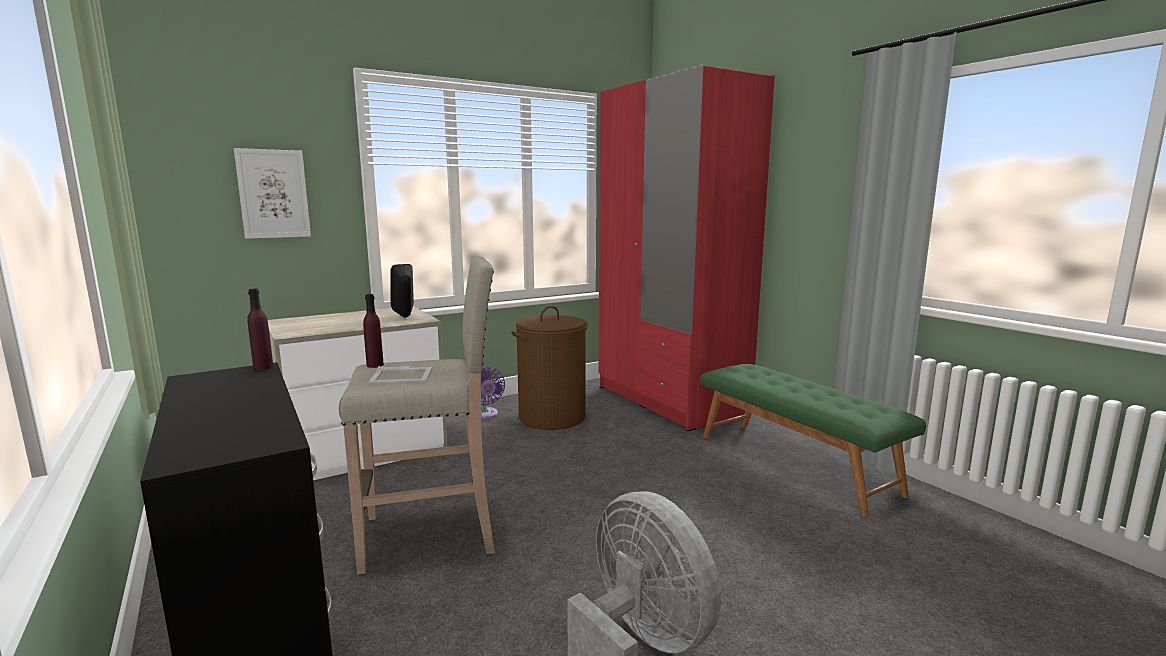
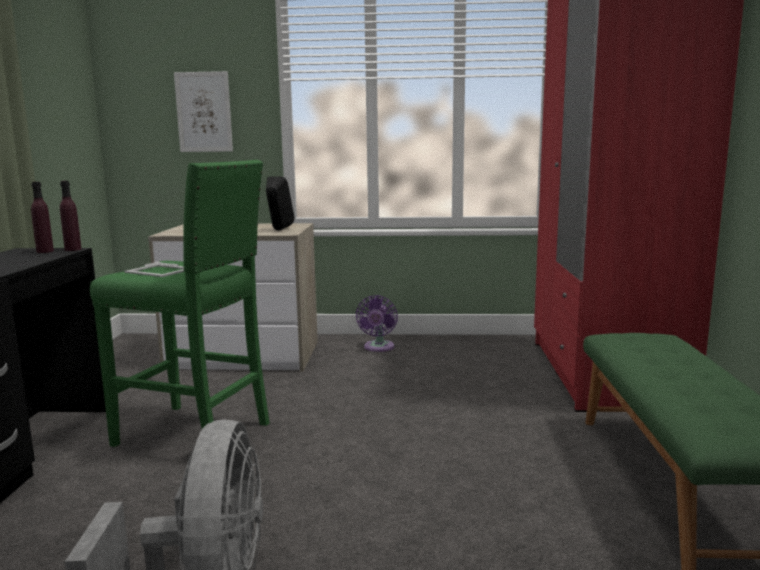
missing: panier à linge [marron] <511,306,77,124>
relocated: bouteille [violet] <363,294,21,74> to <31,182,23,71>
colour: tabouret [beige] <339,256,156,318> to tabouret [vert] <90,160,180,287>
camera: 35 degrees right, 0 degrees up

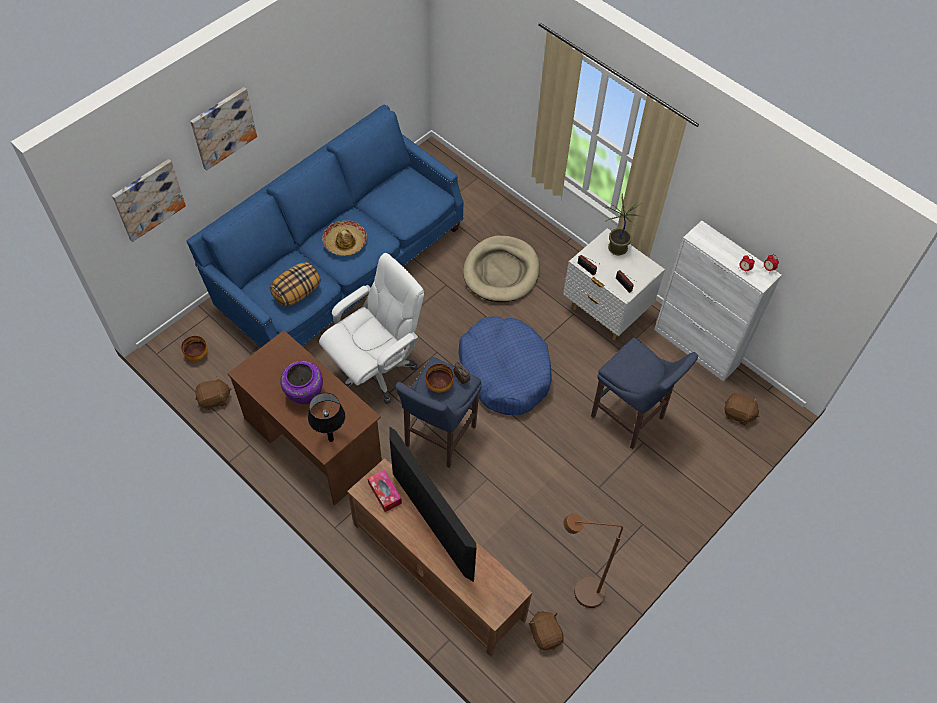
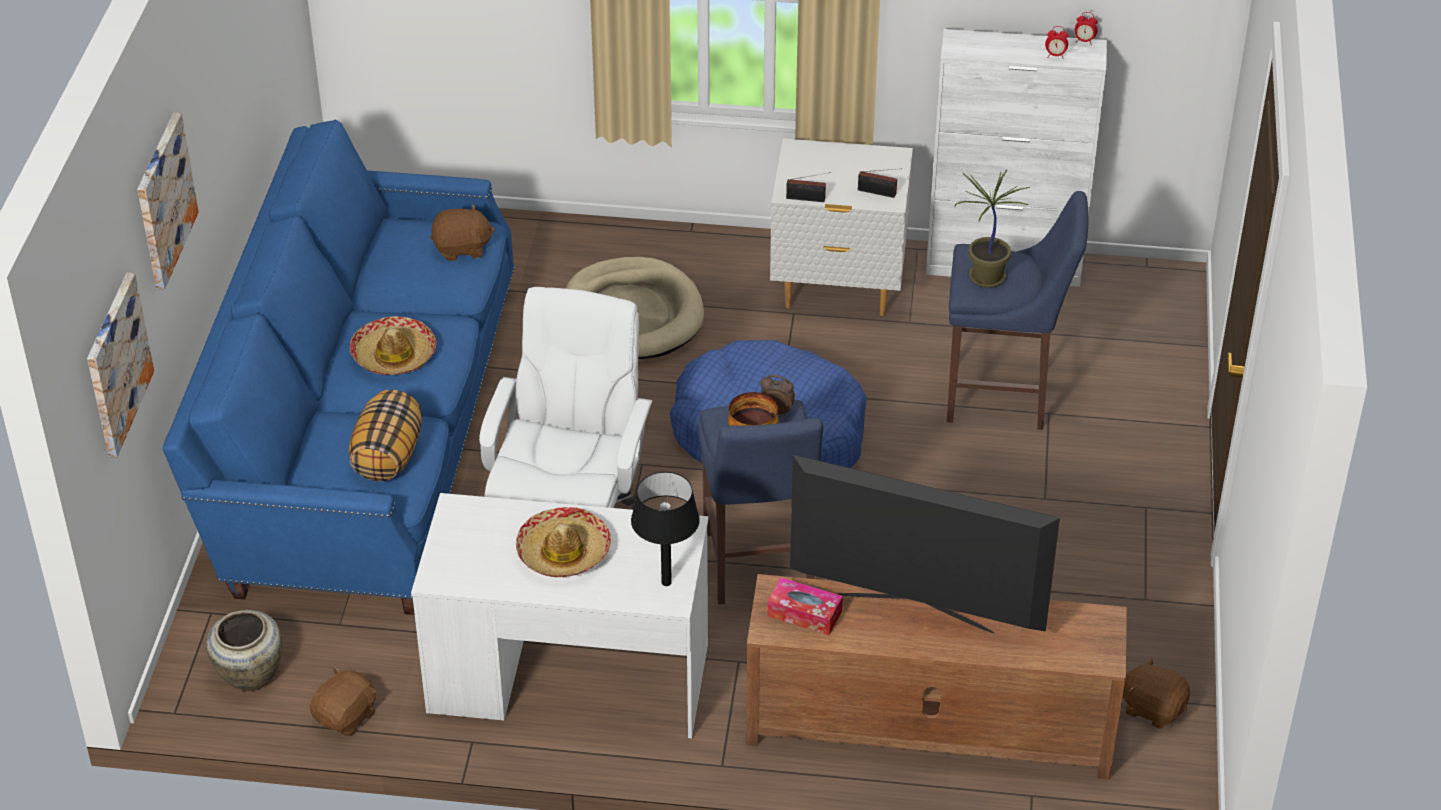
missing: lampadaire [marron] <563,513,60,95>
relocated: plante en pot <604,193,42,62> to <955,169,75,119>; peluche [marron] <724,393,36,32> to <430,204,65,57>
exchanged: bol <181,336,27,25> to vase [beige] <206,610,77,81>; vase [violet] <280,361,43,43> to chapeau <516,507,95,70>
colour: bureau [marron] <227,330,155,175> to bureau [blanc] <411,493,297,245>
camera: 35 degrees left, 15 degrees down

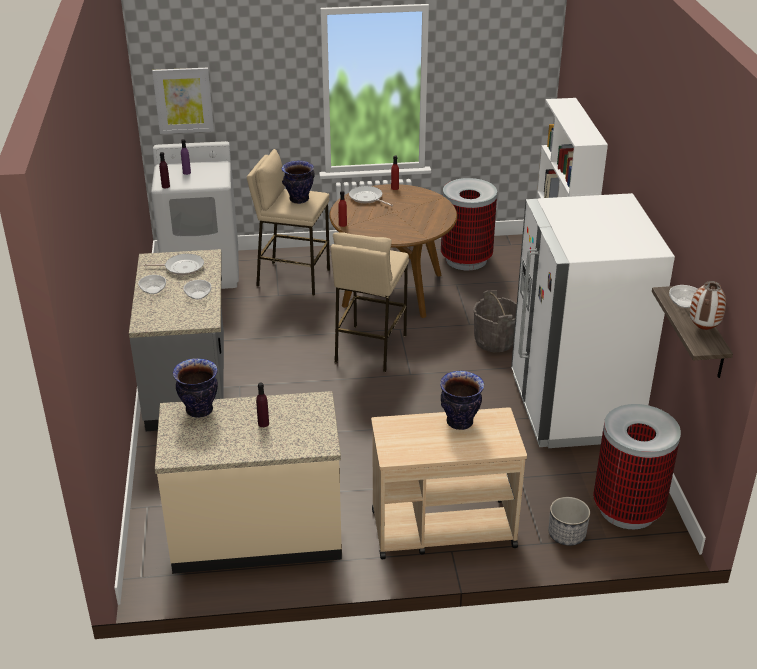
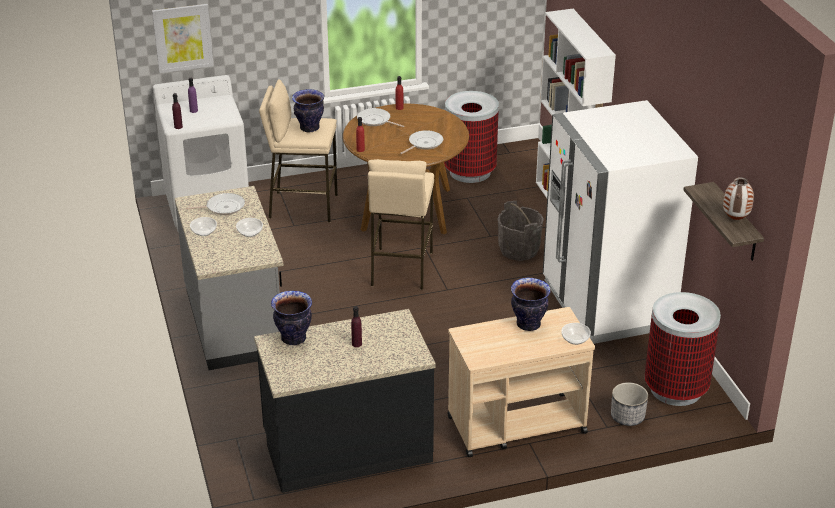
appeared: poêle <400,130,43,24>
relocated: bol <669,285,29,23> to <561,323,30,22>
colour: comptoir de cuisine [beige] <155,391,187,183> to comptoir de cuisine [noir] <254,309,182,184>
camera: 10 degrees left, 0 degrees up

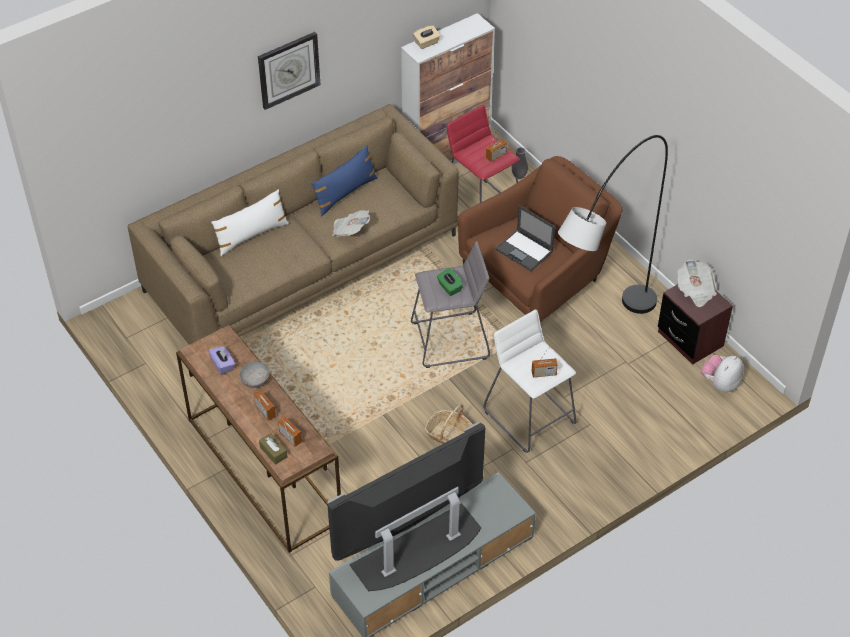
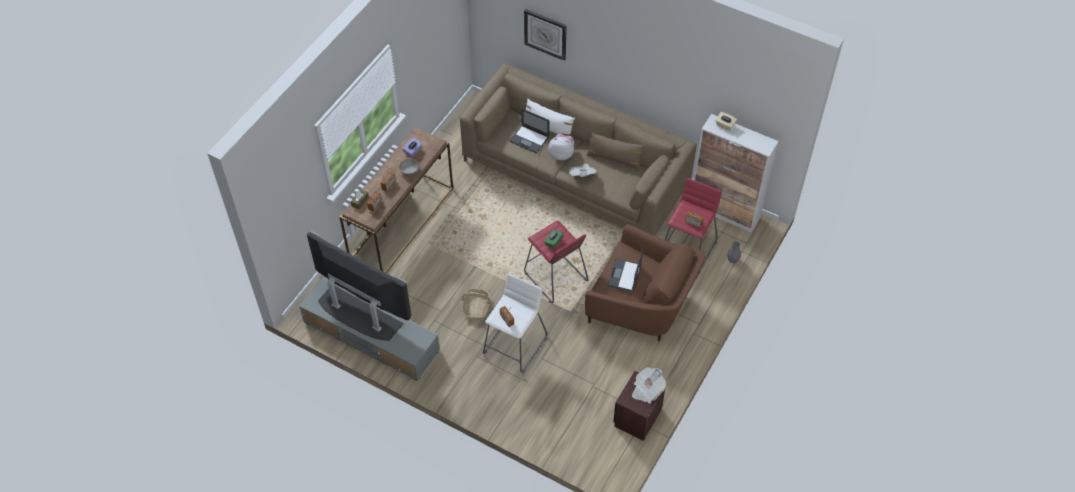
missing: lampadaire [noir] <558,135,110,179>
appeared: ordinateur portable <510,109,39,44>
relocated: horloge murale <258,32,62,78> to <524,9,43,52>; peluche <701,355,43,37> to <548,134,26,26>
colour: coussin [bleu] <311,145,67,71> to coussin [marron] <586,132,58,38>; tabouret [gris] <411,241,79,127> to tabouret [rouge] <524,221,65,82>
camera: 65 degrees right, 5 degrees up

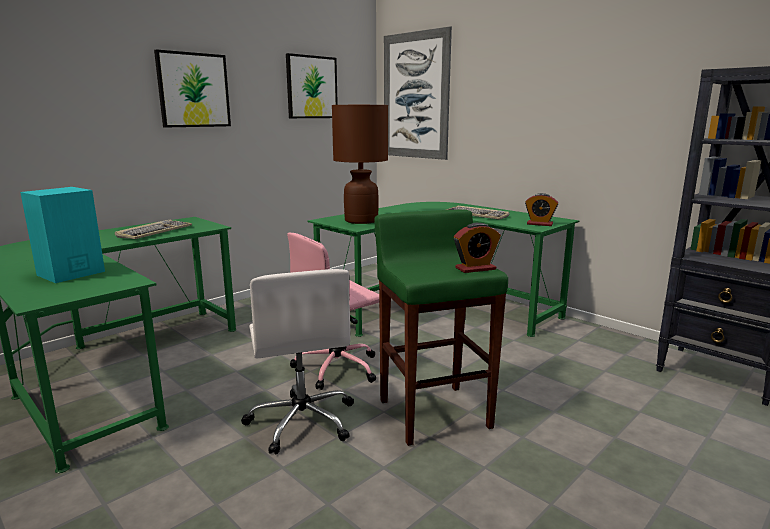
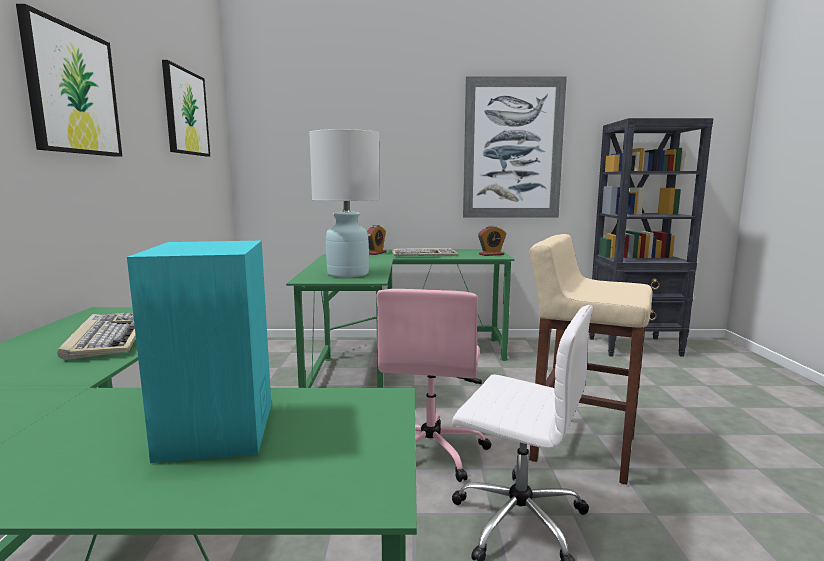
relocated: tableau <384,26,68,134> to <463,76,104,141>; réveil <454,223,47,50> to <367,225,20,30>
colour: lampe de table [marron] <332,105,56,119> to lampe de table [blanc] <309,129,71,149>; tabouret [vert] <374,209,134,237> to tabouret [beige] <529,234,124,251>
camera: 45 degrees left, 5 degrees down

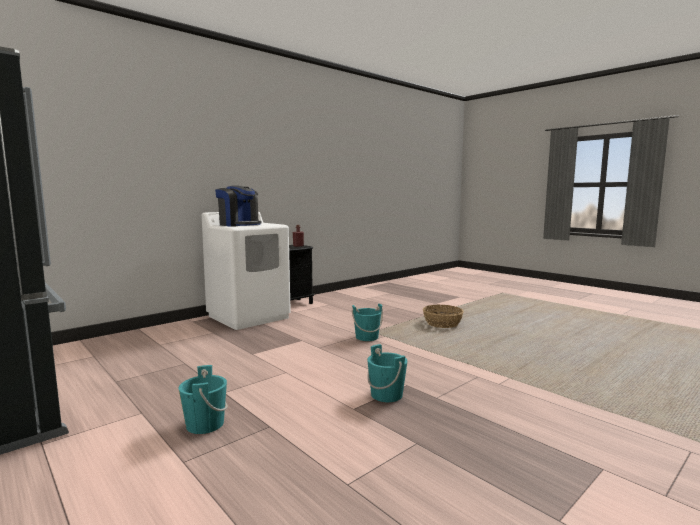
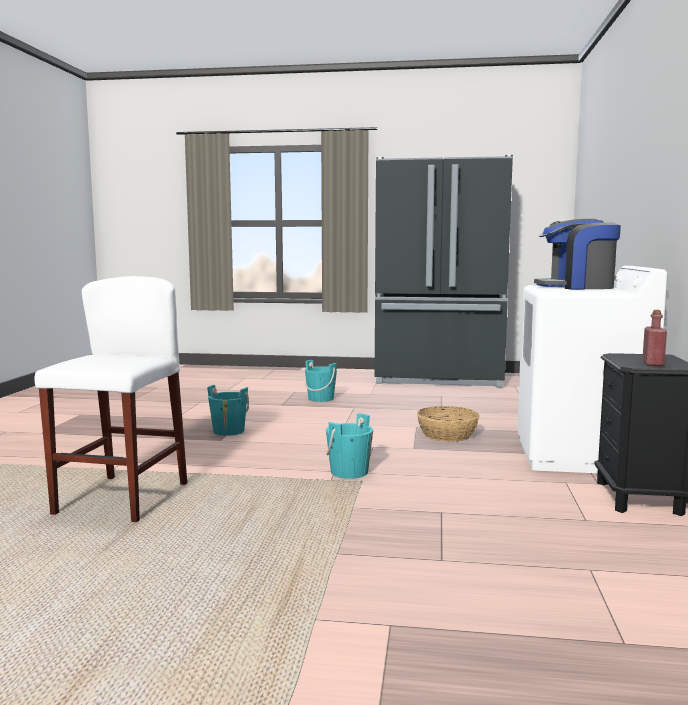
appeared: tabouret [blanc] <34,276,153,246>
relocated: panier <423,305,41,23> to <417,406,63,36>
camera: 140 degrees right, 0 degrees up

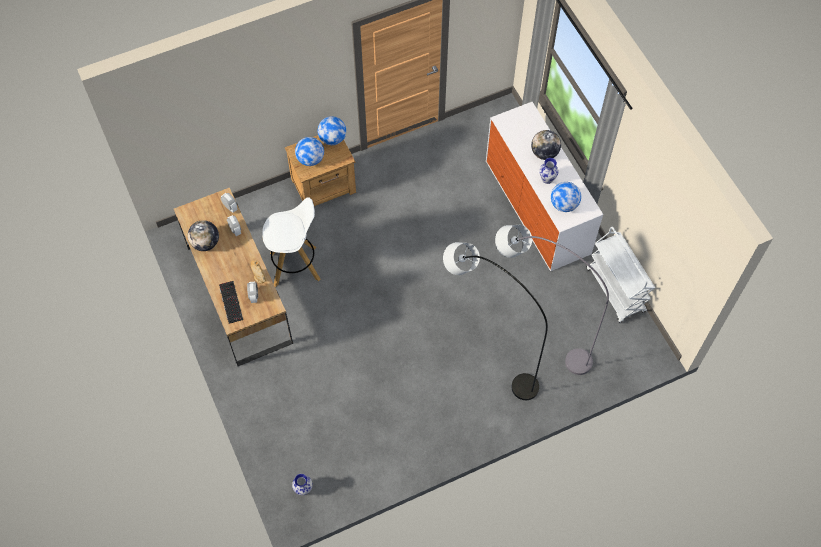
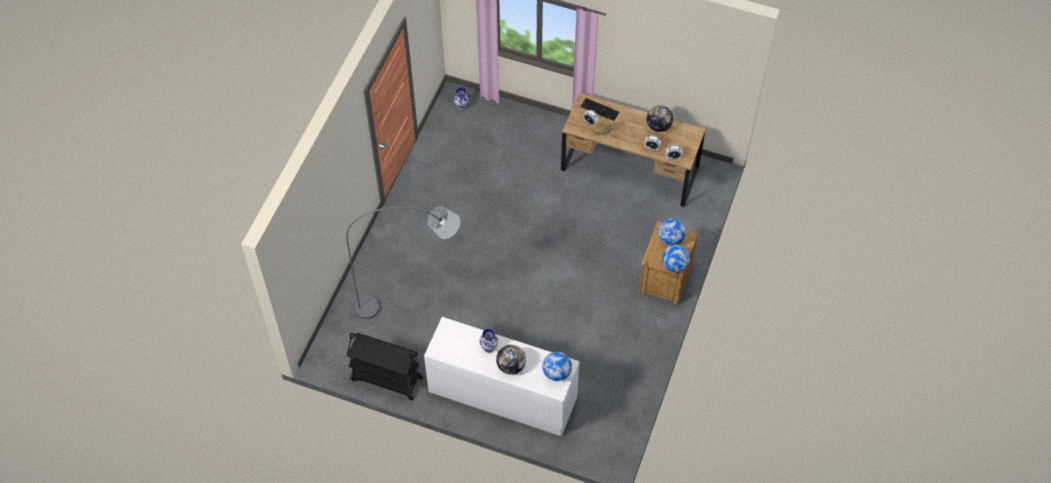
missing: tabouret [blanc] <262,197,58,90>; lampadaire [gris] <443,242,105,158>
relocated: globe <551,182,30,30> to <542,352,30,29>
colour: chariot [blanc] <586,227,69,96> to chariot [noir] <346,333,77,67>
camera: 135 degrees right, 5 degrees down

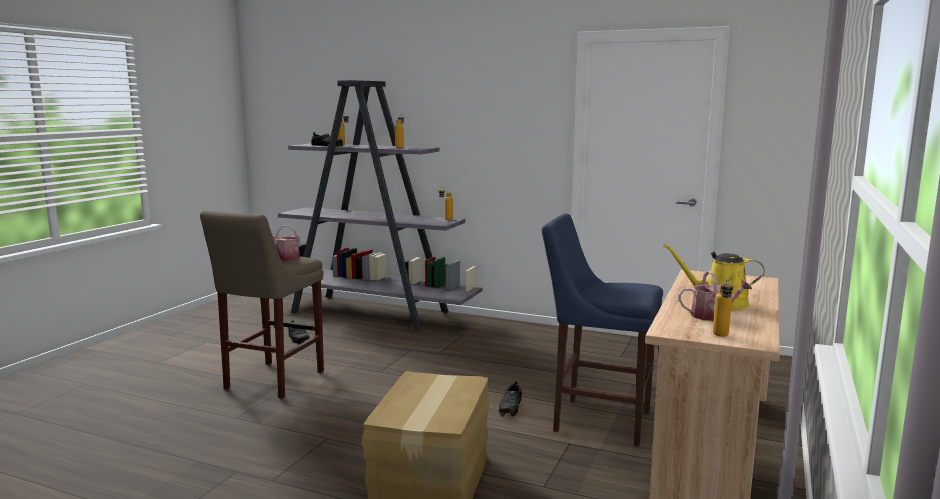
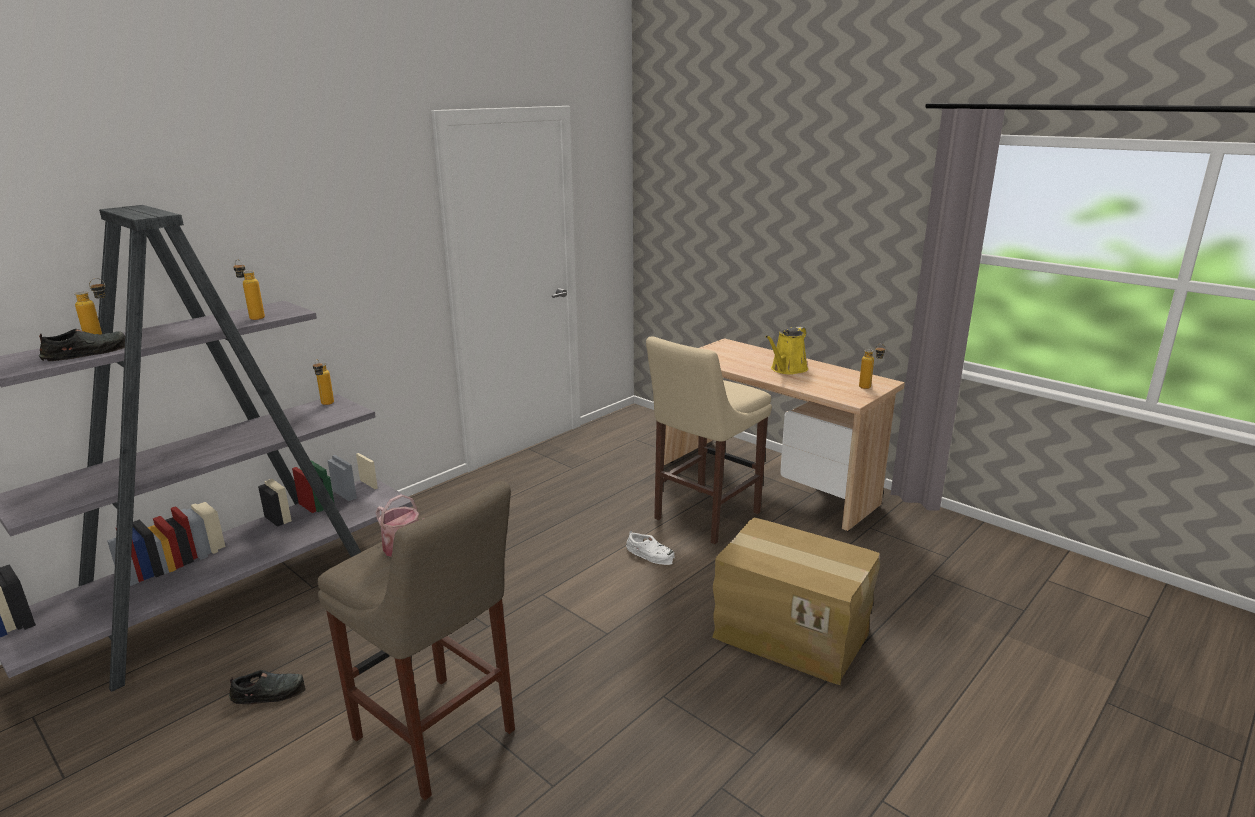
missing: arrosoir <678,271,74,50>
colour: tabouret [bleu] <542,213,121,233> to tabouret [beige] <646,336,126,208>; chaussure [noir] <499,382,23,35> to chaussure [blanc] <626,530,49,35>
camera: 70 degrees left, 10 degrees up

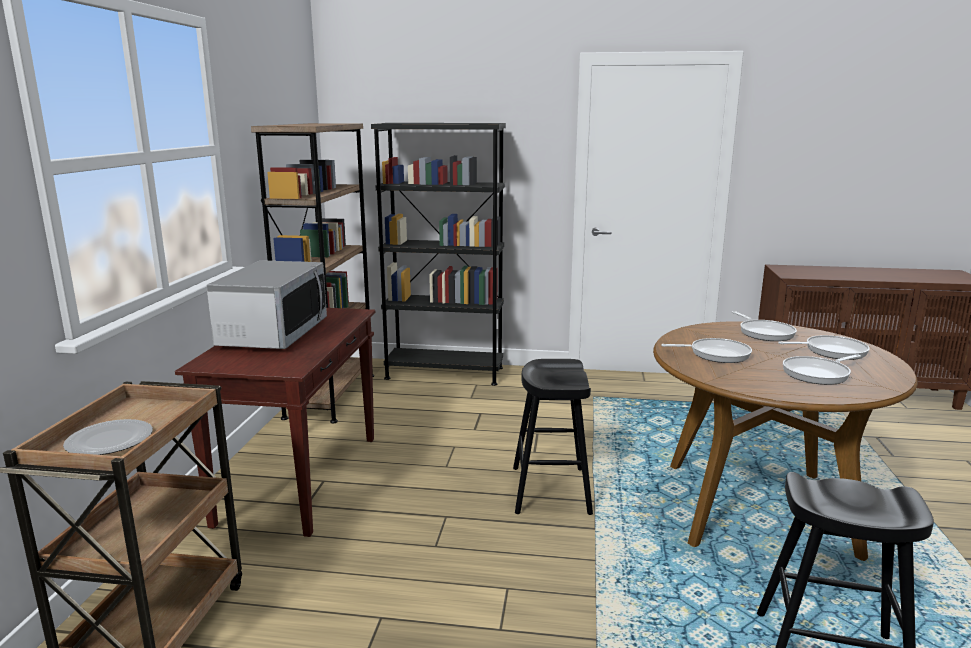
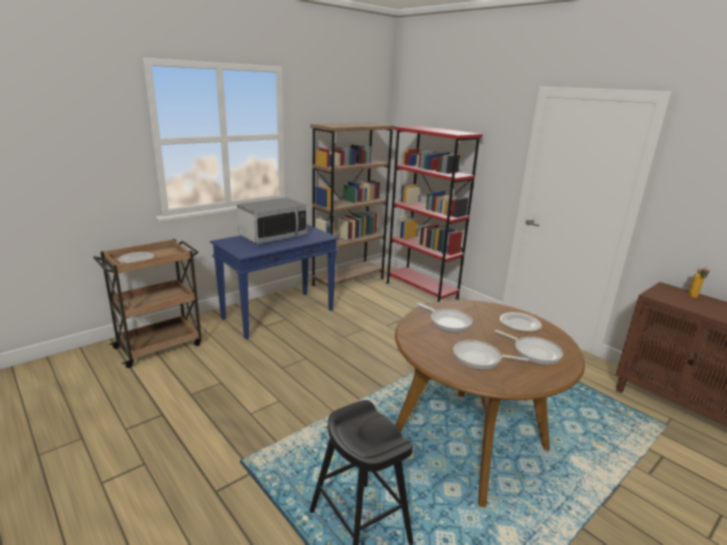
missing: tabouret [noir] <513,359,80,156>
appeared: bouteille <688,266,22,32>
exchanged: poêle <732,311,65,30> to assiette <500,312,42,20>
colour: bibliothèque [noir] <371,123,135,263> to bibliothèque [rouge] <386,126,97,176>; table console [marron] <175,308,200,229> to table console [bleu] <210,224,129,115>
camera: 40 degrees right, 5 degrees up

